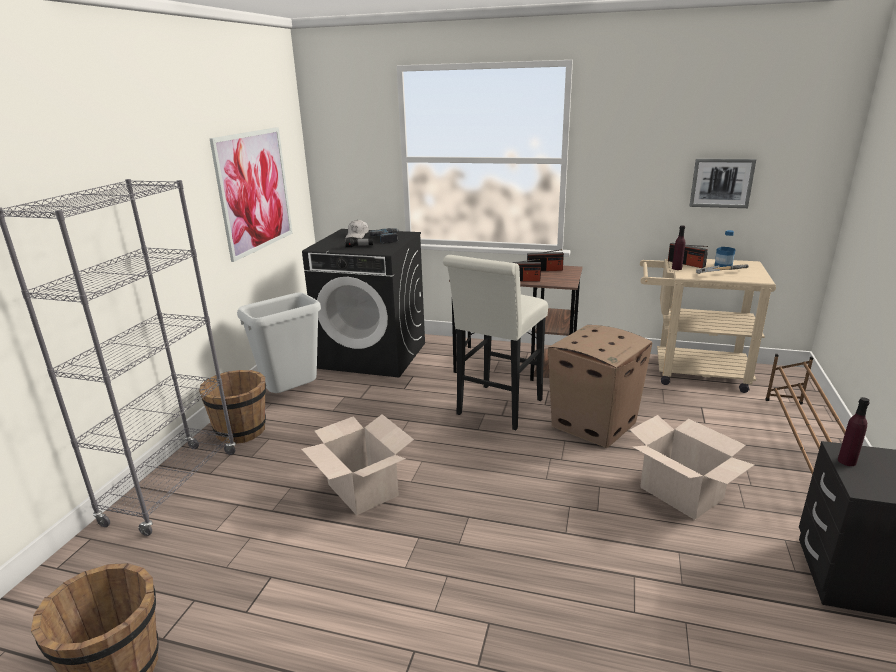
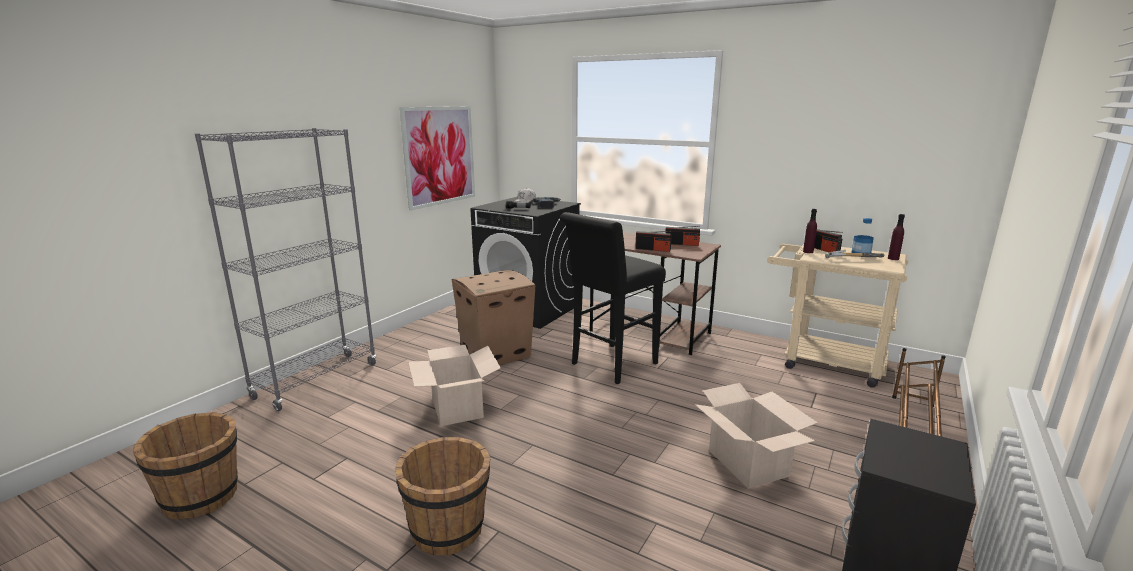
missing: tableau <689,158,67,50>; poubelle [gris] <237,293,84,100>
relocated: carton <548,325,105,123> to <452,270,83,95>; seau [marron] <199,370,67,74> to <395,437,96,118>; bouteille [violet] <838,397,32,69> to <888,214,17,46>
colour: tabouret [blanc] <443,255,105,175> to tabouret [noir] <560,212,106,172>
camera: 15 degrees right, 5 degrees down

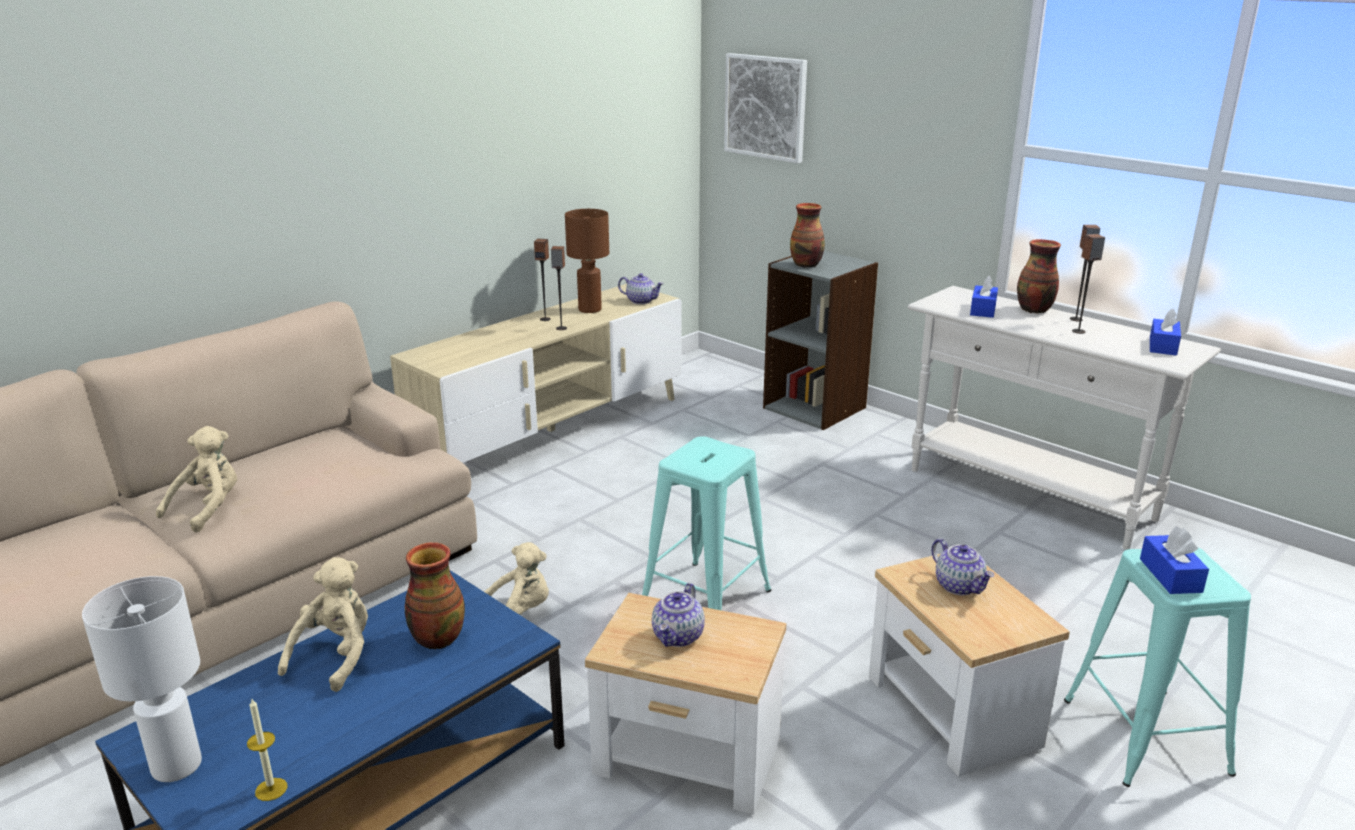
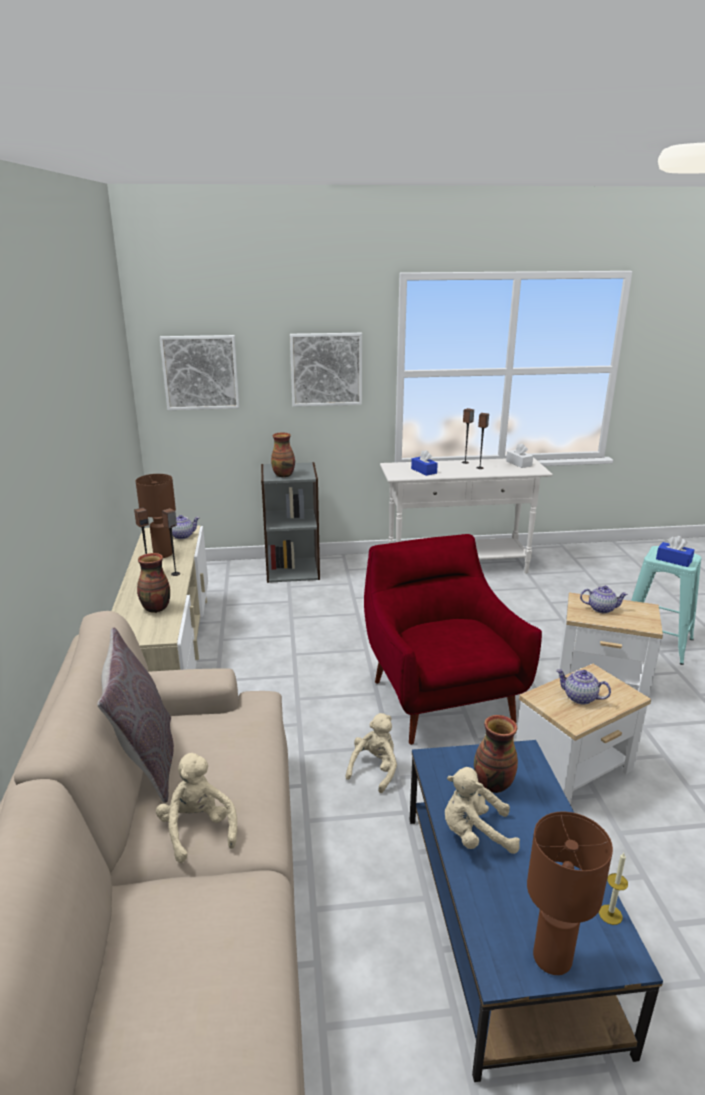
appeared: tableau <290,333,72,74>; coussin [gris] <97,627,77,176>
relocated: vase <1017,239,44,75> to <137,553,33,60>
exchanged: tabouret [turquoise] <642,436,129,174> to fauteuil [rouge] <364,534,178,211>
colour: boîte à mouchoirs [bleu] <1150,309,31,47> to boîte à mouchoirs [blanc] <506,443,27,25>; lampe de table [blanc] <82,576,120,206> to lampe de table [marron] <527,812,86,163>
spun: peluche [beige] <278,557,90,135> = <445,767,75,87> 60 degrees counterclockwise; théière <652,583,53,64> = <556,669,55,36> 150 degrees clockwise
camera: 50 degrees left, 0 degrees up

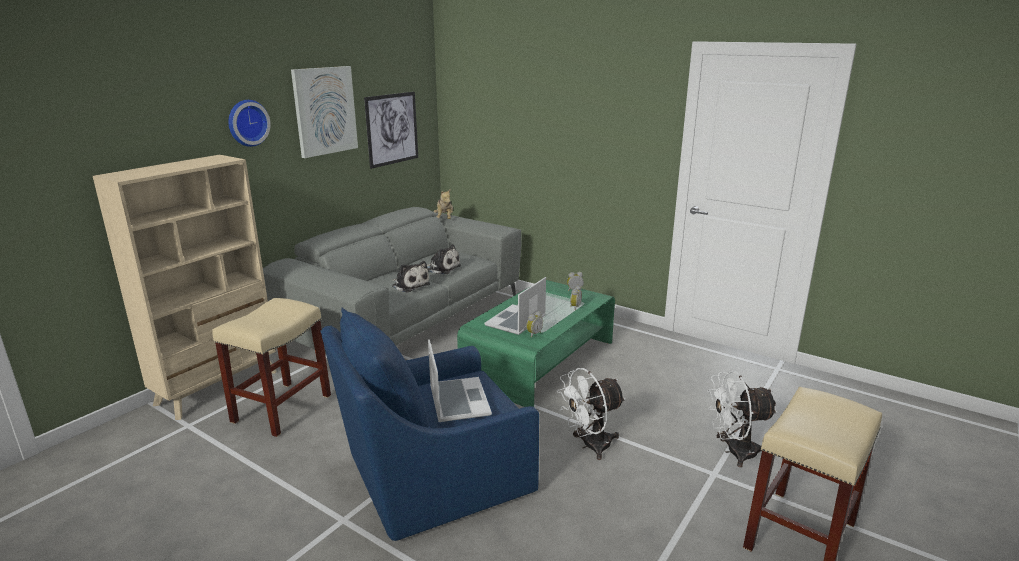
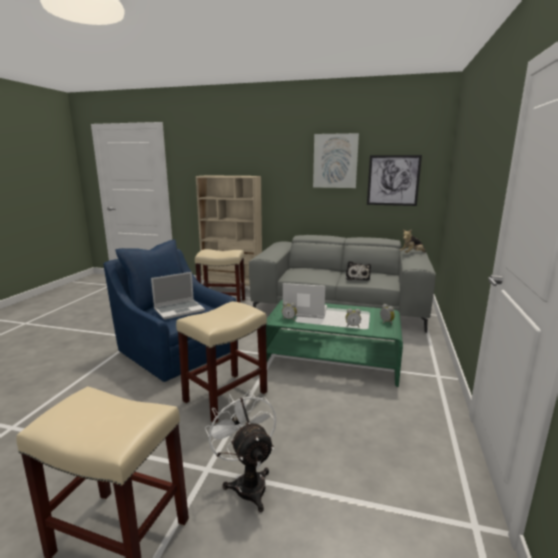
missing: horloge murale <228,100,43,47>; peluche <392,261,38,32>
exchanged: ventilateur [blanc] <557,368,69,92> to tabouret [beige] <176,301,91,123>
camera: 70 degrees right, 5 degrees down

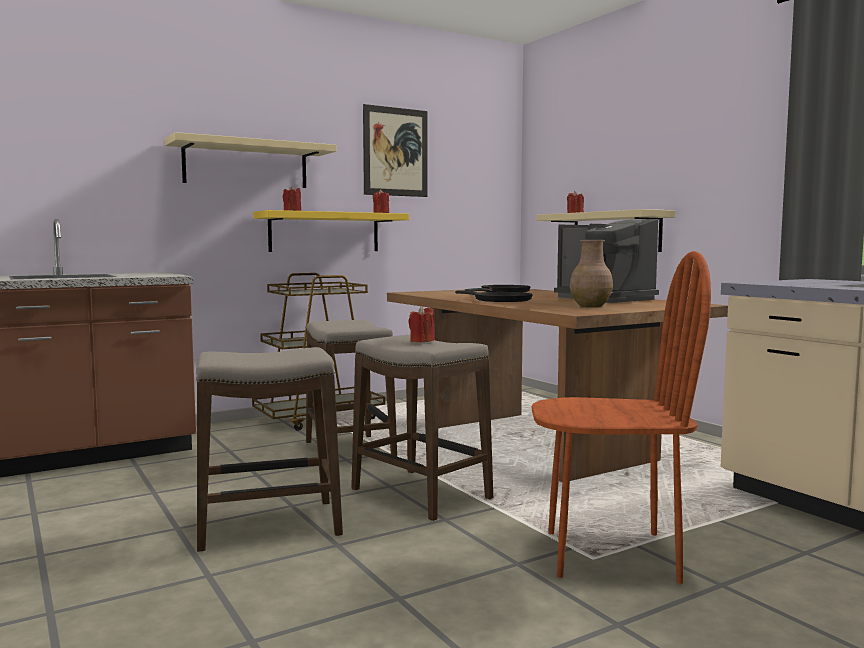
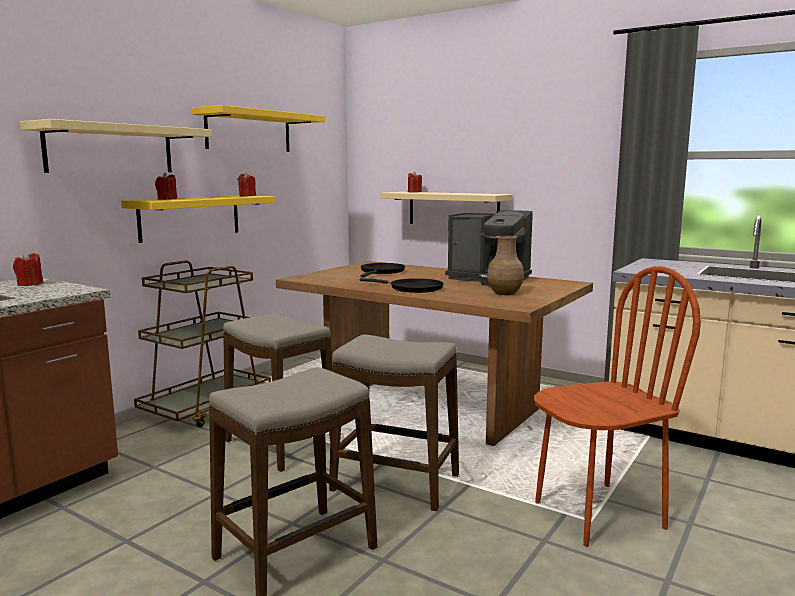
relocated: bougie [rouge] <408,306,27,36> to <13,252,30,34>
exchanged: tableau <363,104,64,93> to étagère [jaune] <191,105,134,47>
camera: 25 degrees left, 5 degrees up

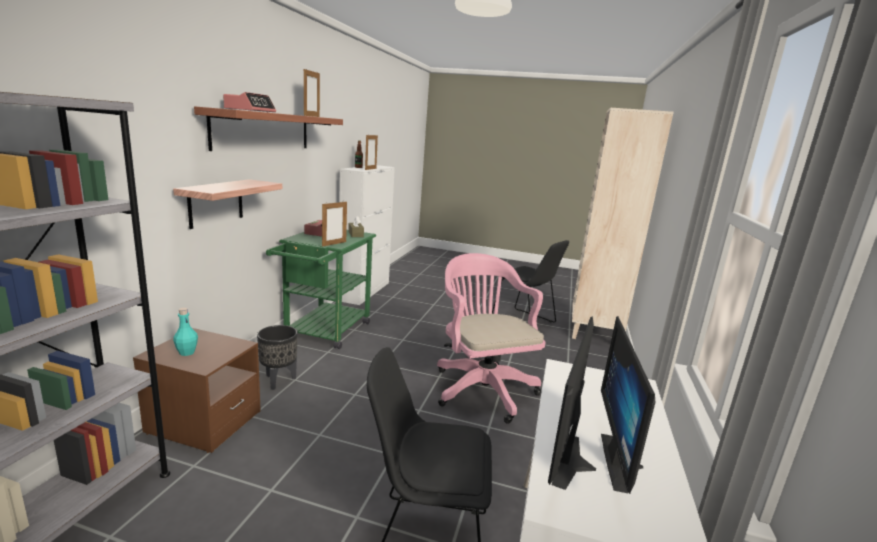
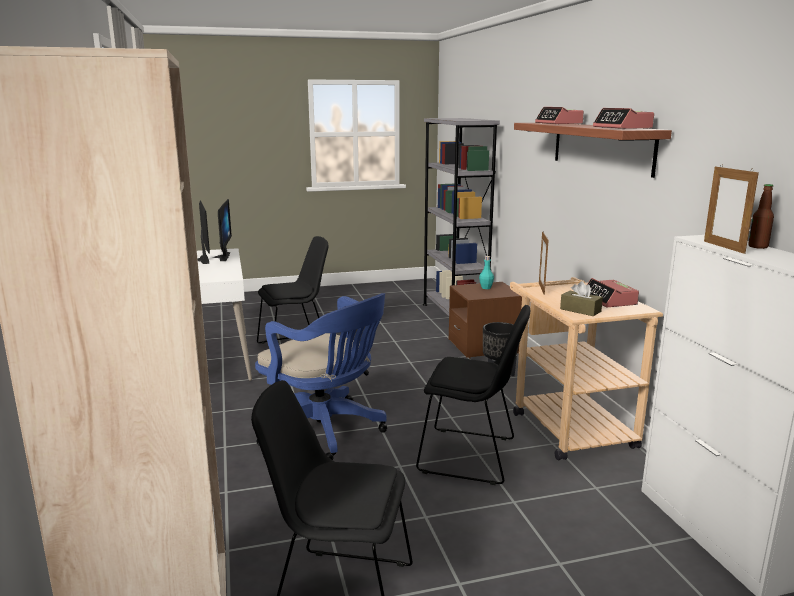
missing: étagère <173,179,109,50>
appeared: chaise [noir] <416,305,114,180>
exchanged: cadre photo <304,68,16,49> to réveil <593,108,61,21>
colour: chariot [vert] <266,230,110,119> to chariot [beige] <510,277,153,183>; chaise de bureau [rose] <437,253,108,171> to chaise de bureau [bleu] <255,293,132,167>
camera: 150 degrees right, 0 degrees up

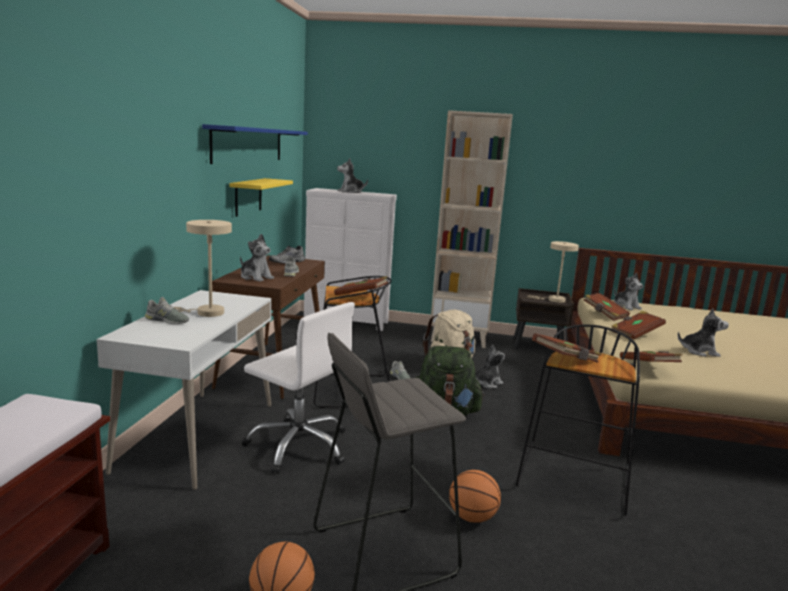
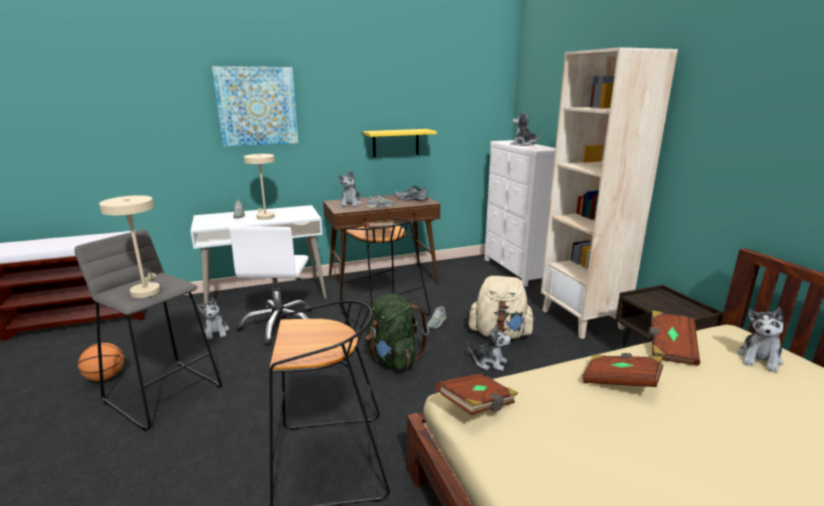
missing: étagère [bleu] <202,124,106,40>; livre [marron] <532,333,70,30>; ballon de basket <449,470,52,53>
appeared: tableau <212,66,87,81>
relocated: lampe de table [beige] <527,241,52,62> to <99,195,61,103>; peluche <678,308,51,49> to <197,297,32,43>
camera: 60 degrees right, 5 degrees up

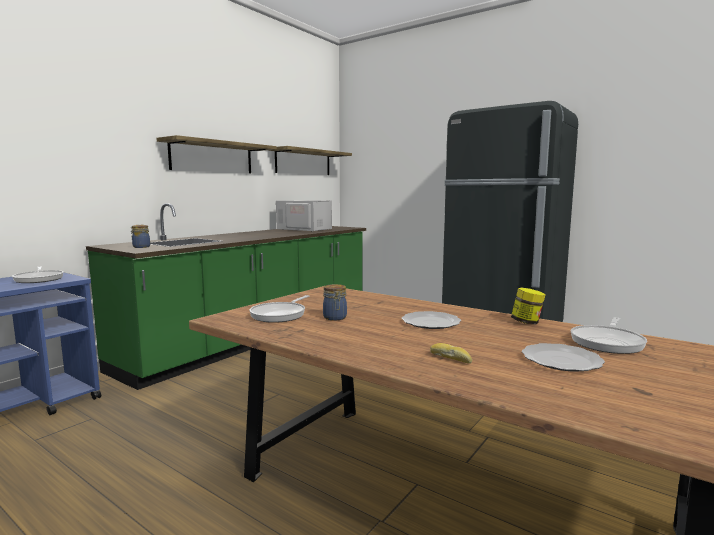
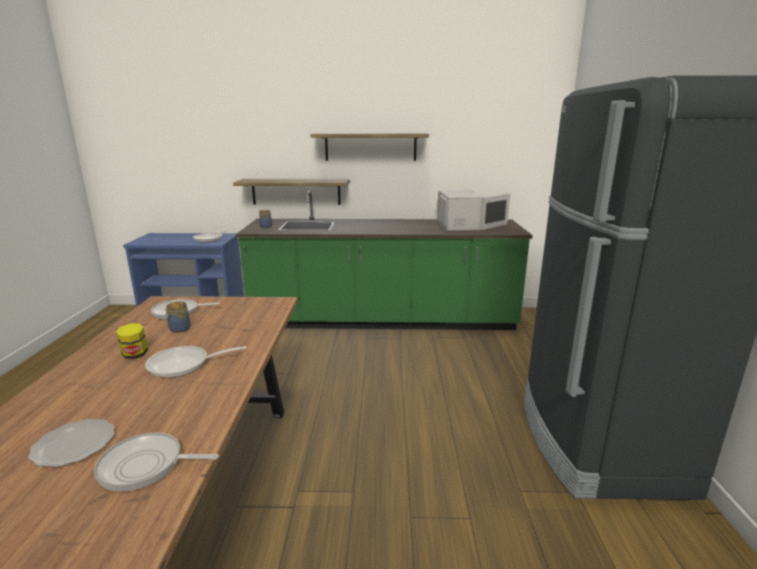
missing: pain <430,343,42,21>
relocated: étagère <268,146,84,29> to <233,179,116,26>; bocal <511,288,35,37> to <116,323,32,36>
exchanged: assiette <402,311,59,18> to poêle <145,346,102,32>
camera: 55 degrees right, 10 degrees up

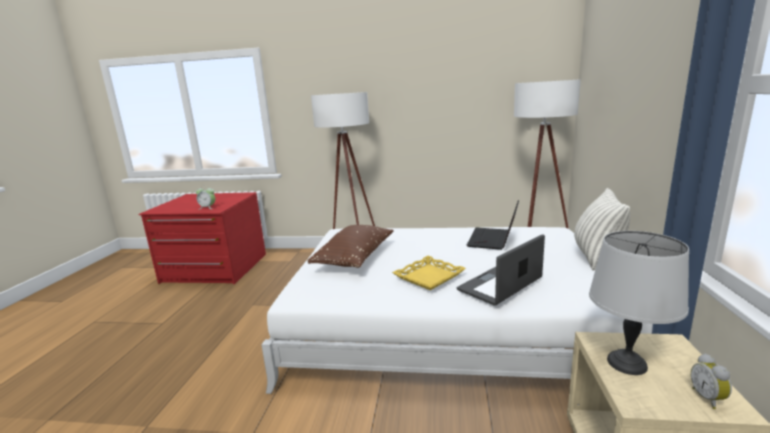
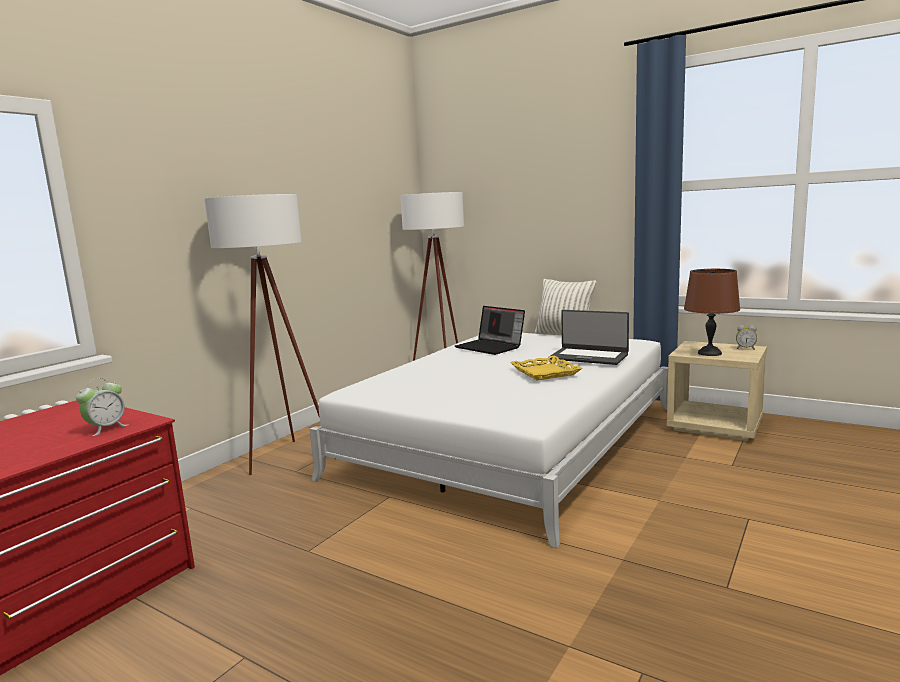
missing: coussin [marron] <307,225,87,43>
colour: lampe de table [gris] <589,231,100,144> to lampe de table [marron] <684,269,56,87>
spun: ordinateur portable <457,234,88,72> = <549,310,80,55> 45 degrees counterclockwise
camera: 65 degrees left, 5 degrees down

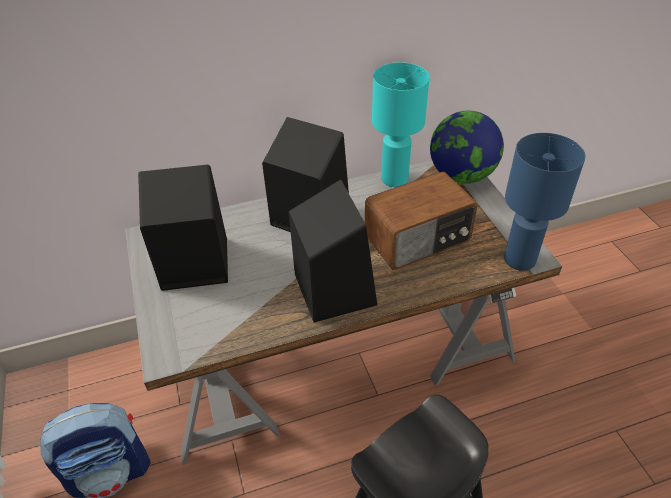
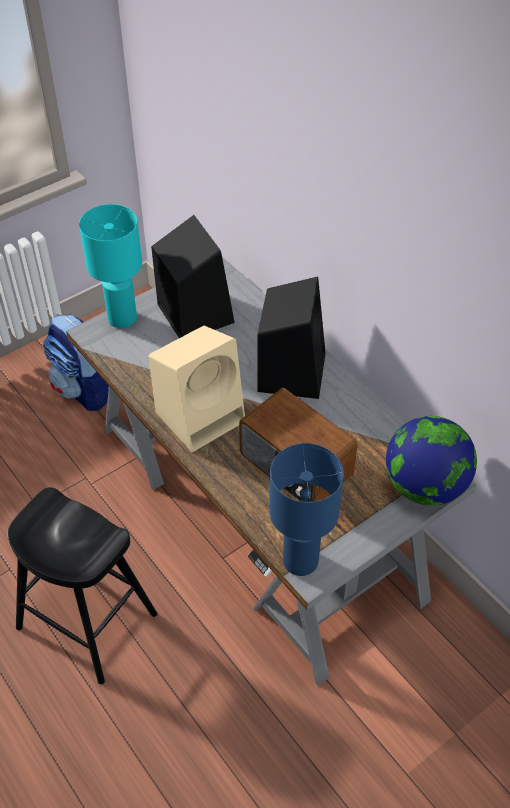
relocated: lampe de table [turquoise] <372,62,58,125> to <79,204,63,124>
colour: enceinte [noir] <289,179,88,144> to enceinte [beige] <148,326,97,126>
camera: 70 degrees right, 5 degrees up

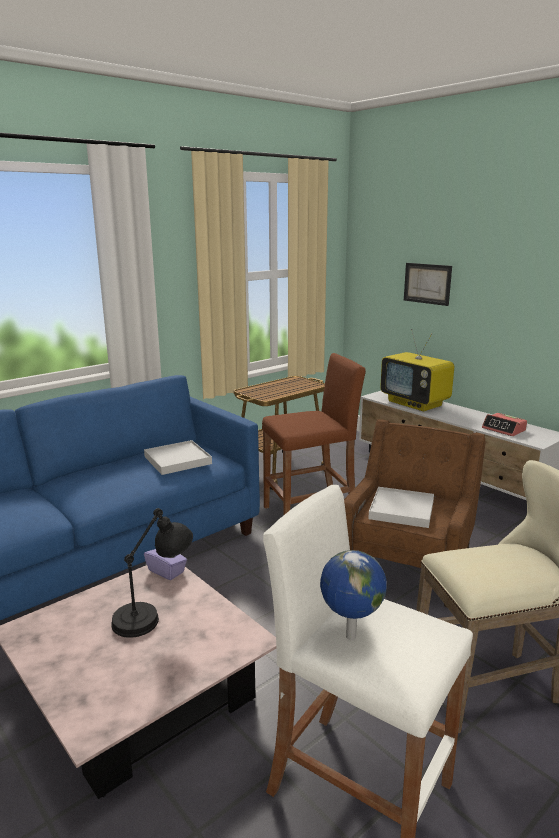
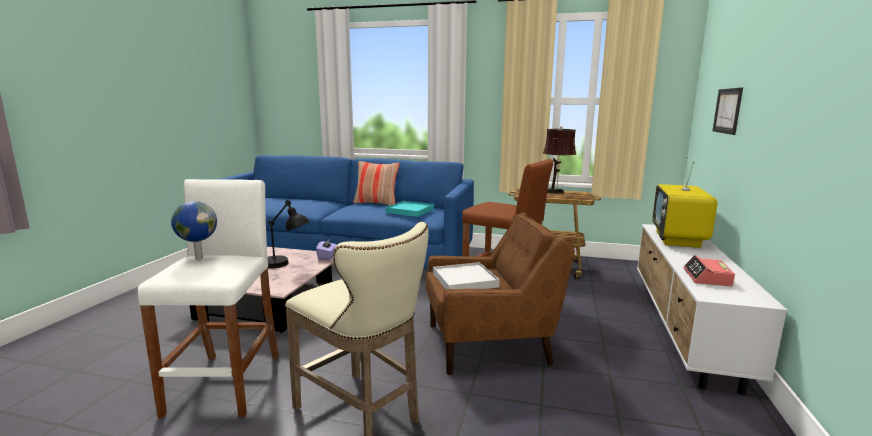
appeared: lampe de table [marron] <543,126,33,67>; coussin <353,161,47,45>
colour: plateau [blanc] <144,440,68,35> to plateau [turquoise] <385,201,49,16>
camera: 55 degrees right, 5 degrees down

